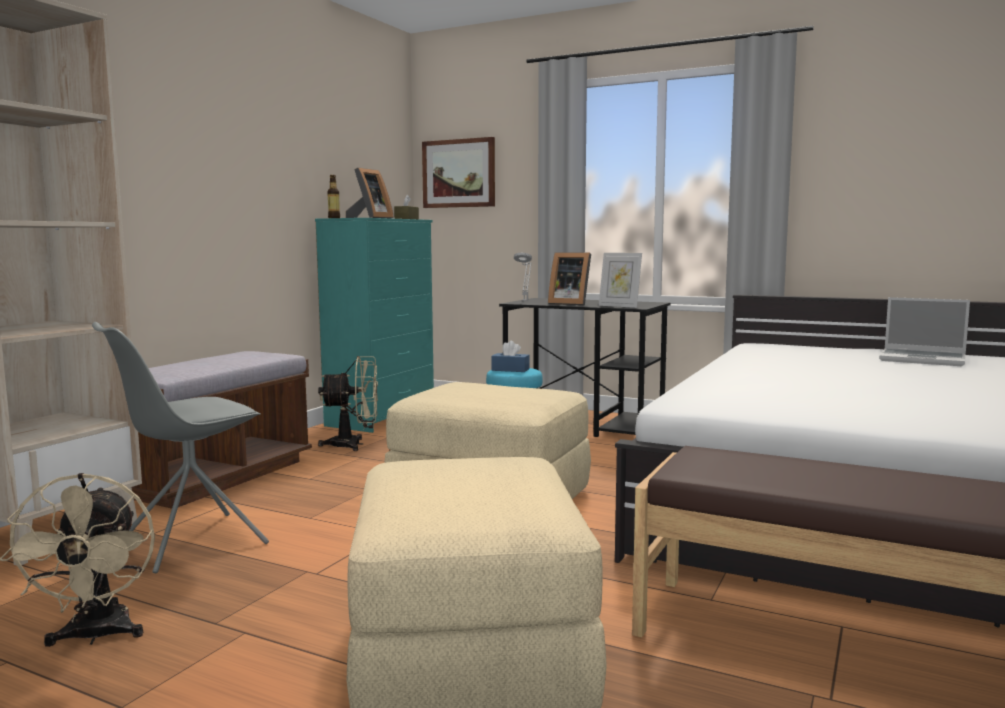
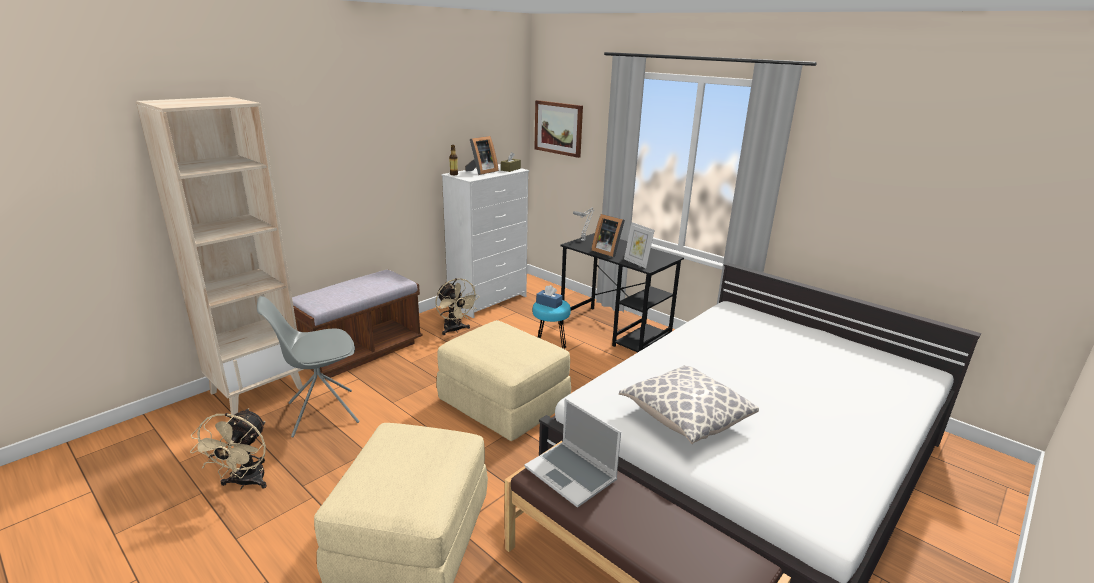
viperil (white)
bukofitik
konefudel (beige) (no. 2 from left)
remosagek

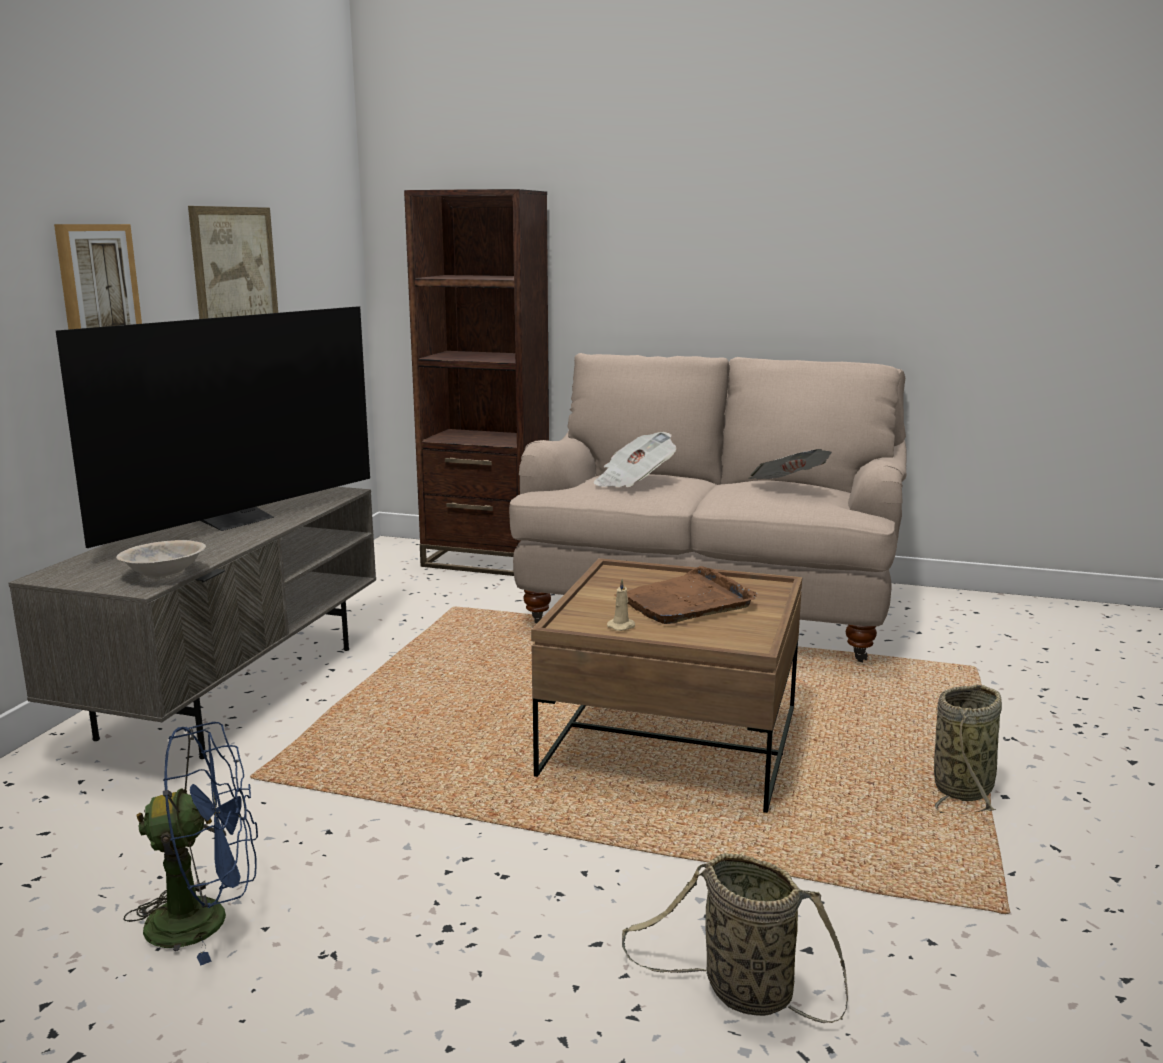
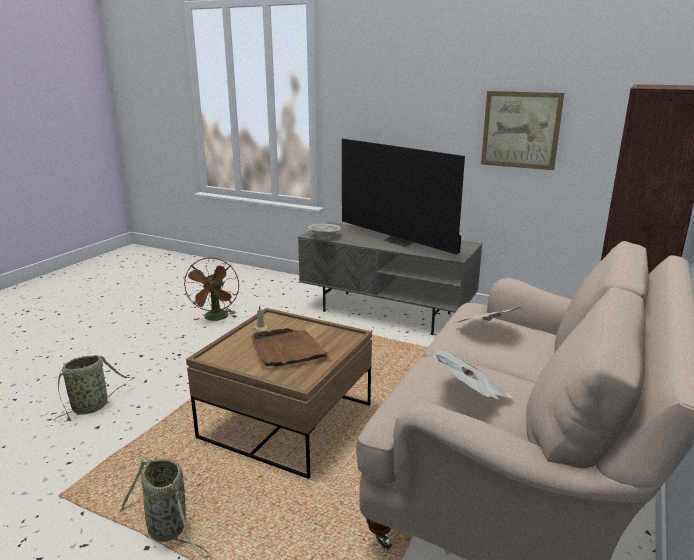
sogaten (no. 1 from left in the first image)
konefudel (brown)

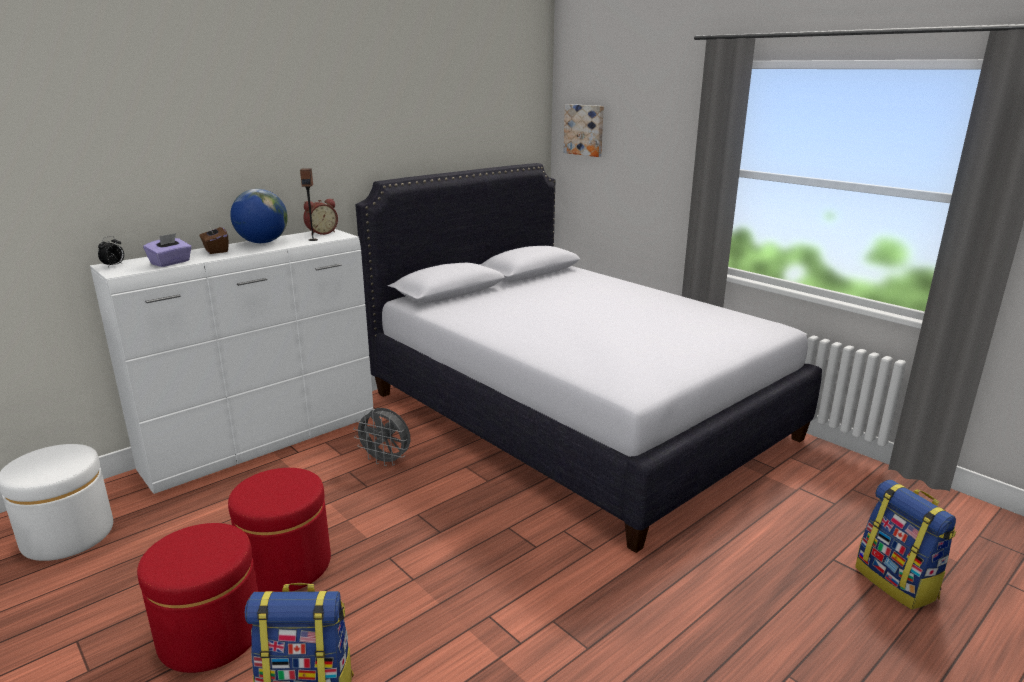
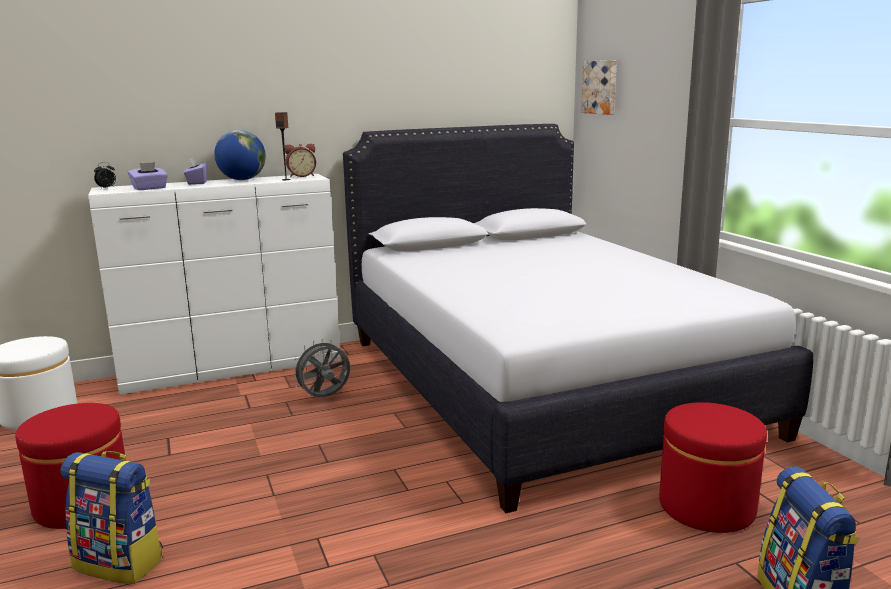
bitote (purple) (no. 2 from left)
konefudel (grey)
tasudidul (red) (no. 2 from left)

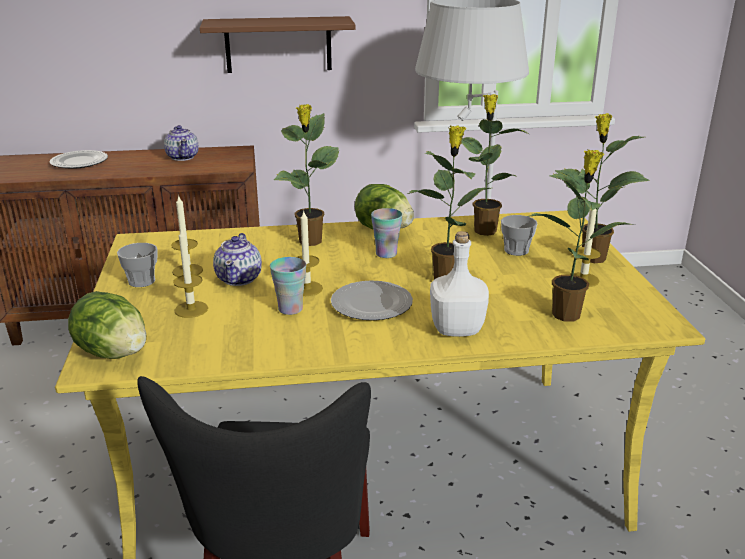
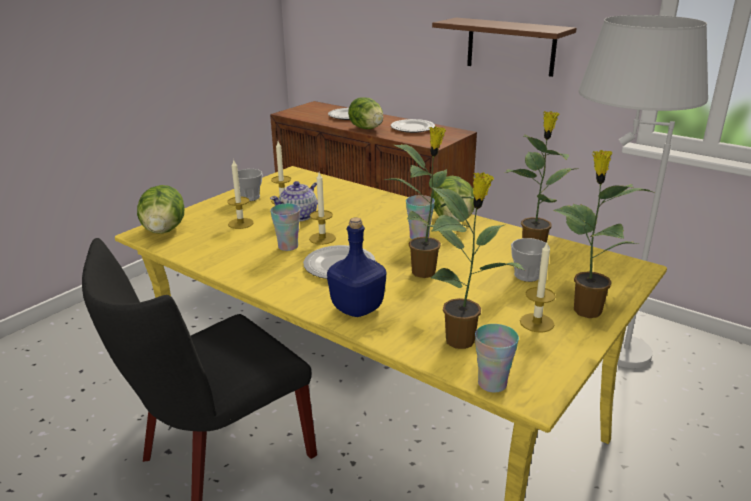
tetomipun (no. 1 from left in the first image)
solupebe (no. 3 from left)
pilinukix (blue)
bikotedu (no. 2 from left)
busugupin (no. 4 from left)

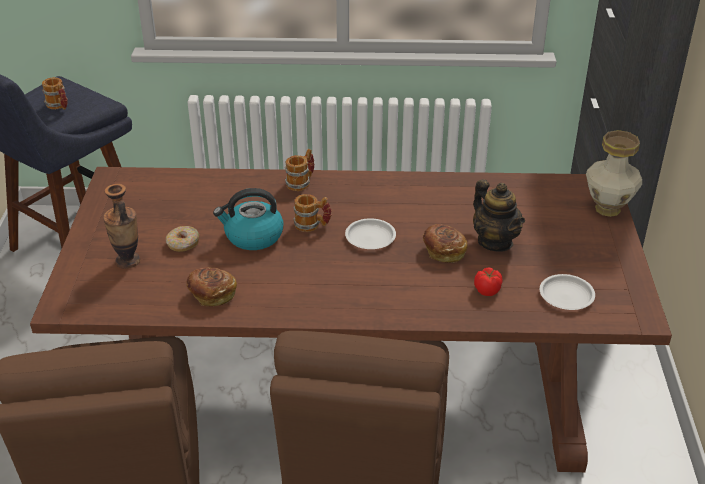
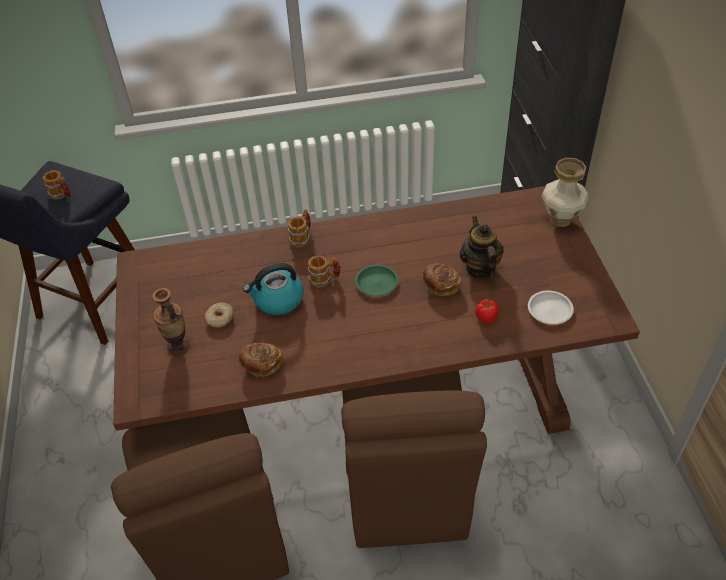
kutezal
solupebe (green)

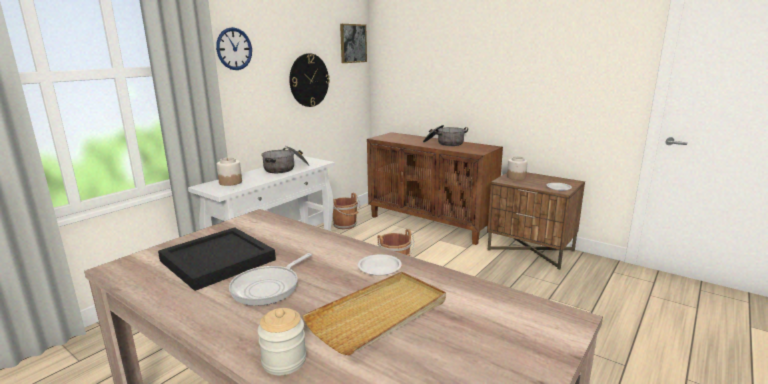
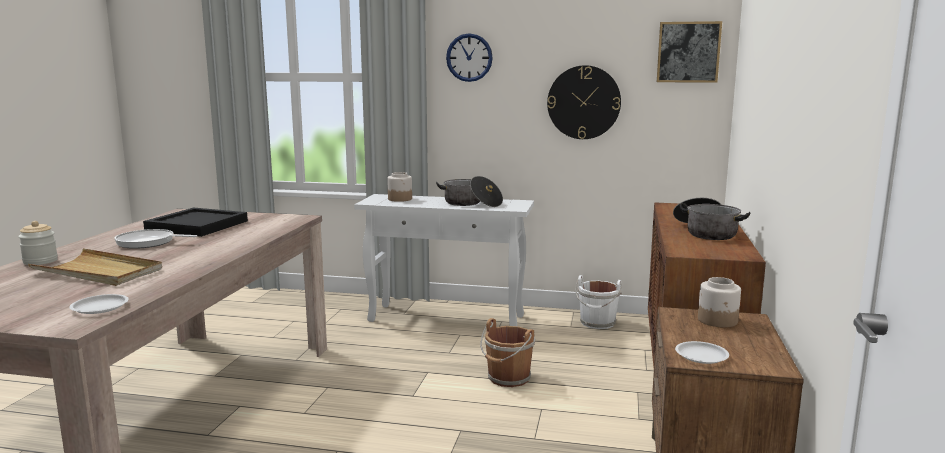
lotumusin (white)
solupebe (white) (no. 1 from left)

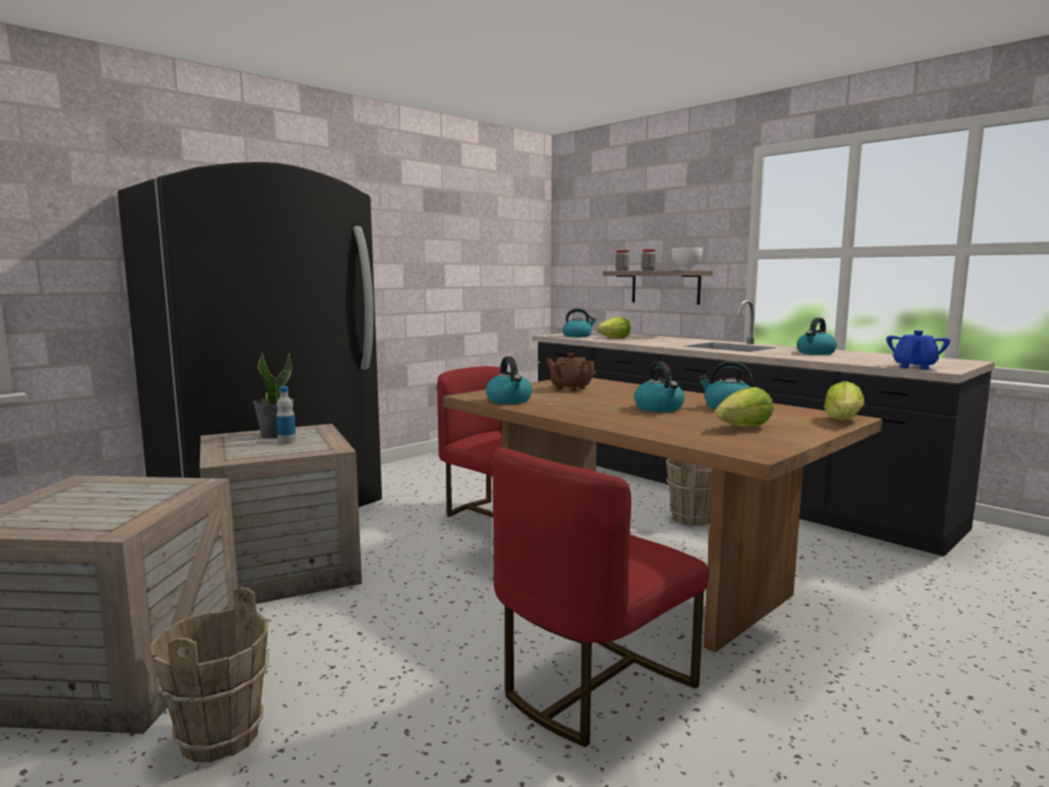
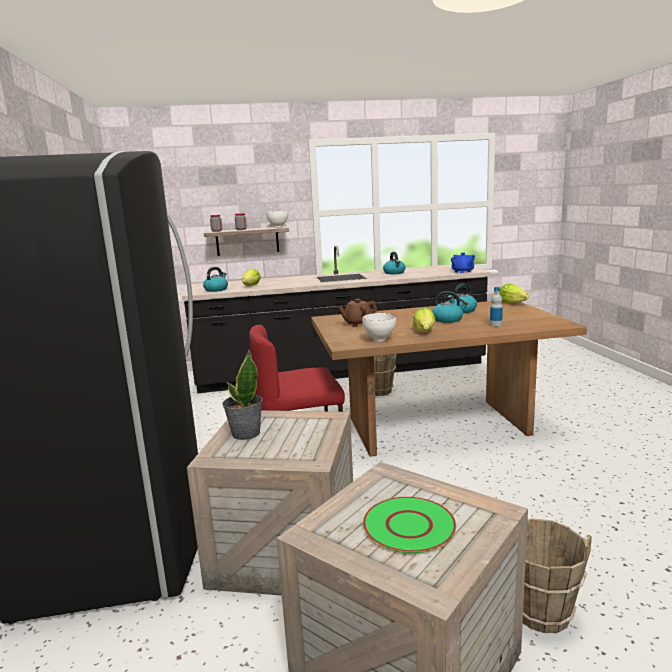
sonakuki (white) (no. 2 from left)
pilinukix
bikotedu (no. 2 from left)
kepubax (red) (no. 2 from left in the first image)
solupebe (green)

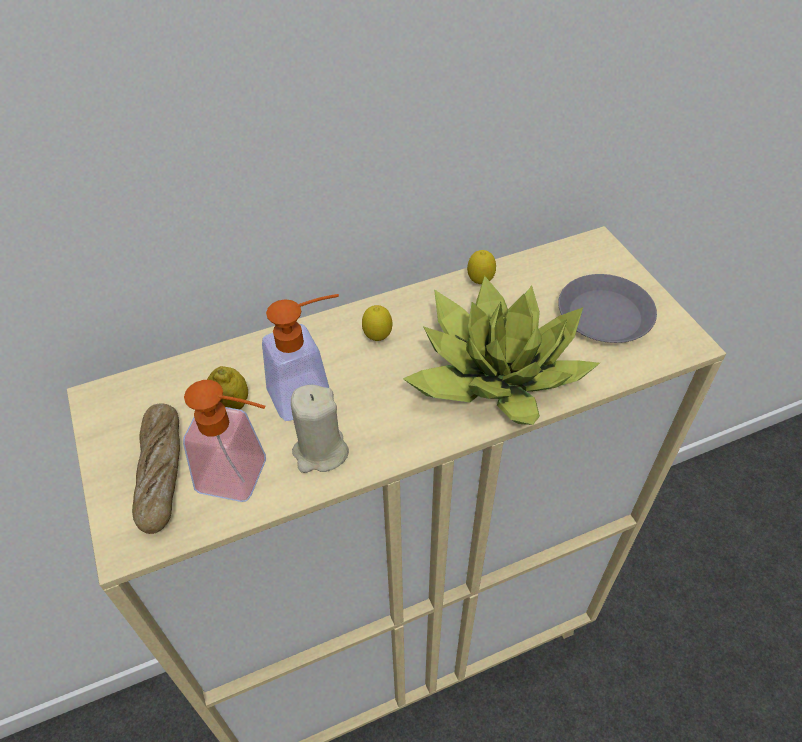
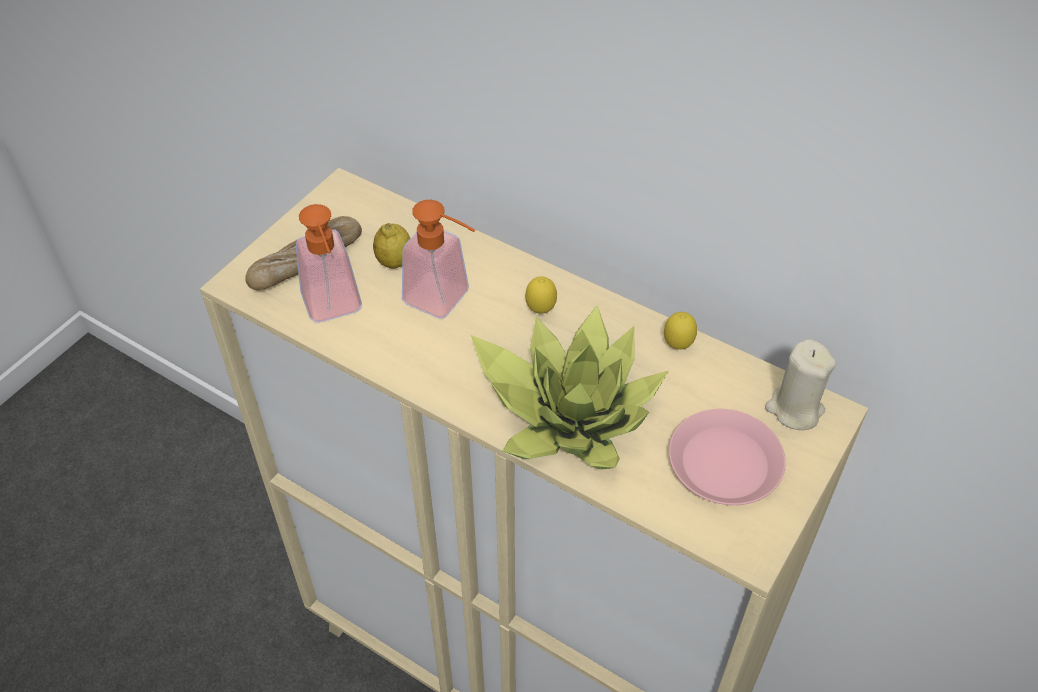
solupebe (pink)
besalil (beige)

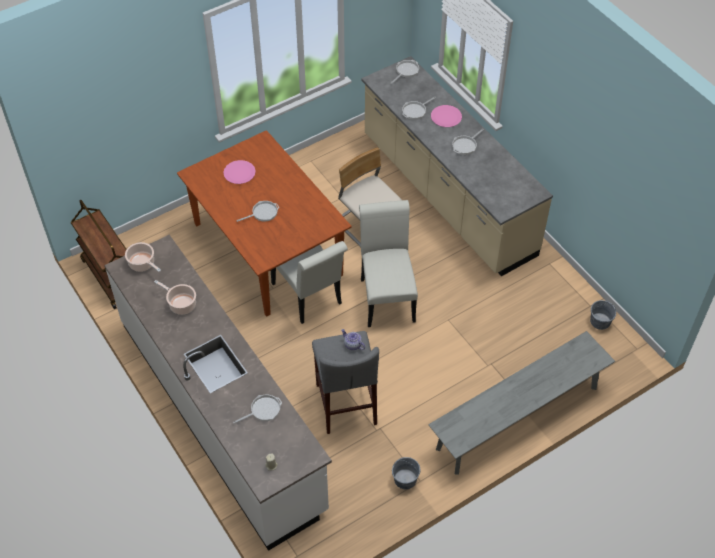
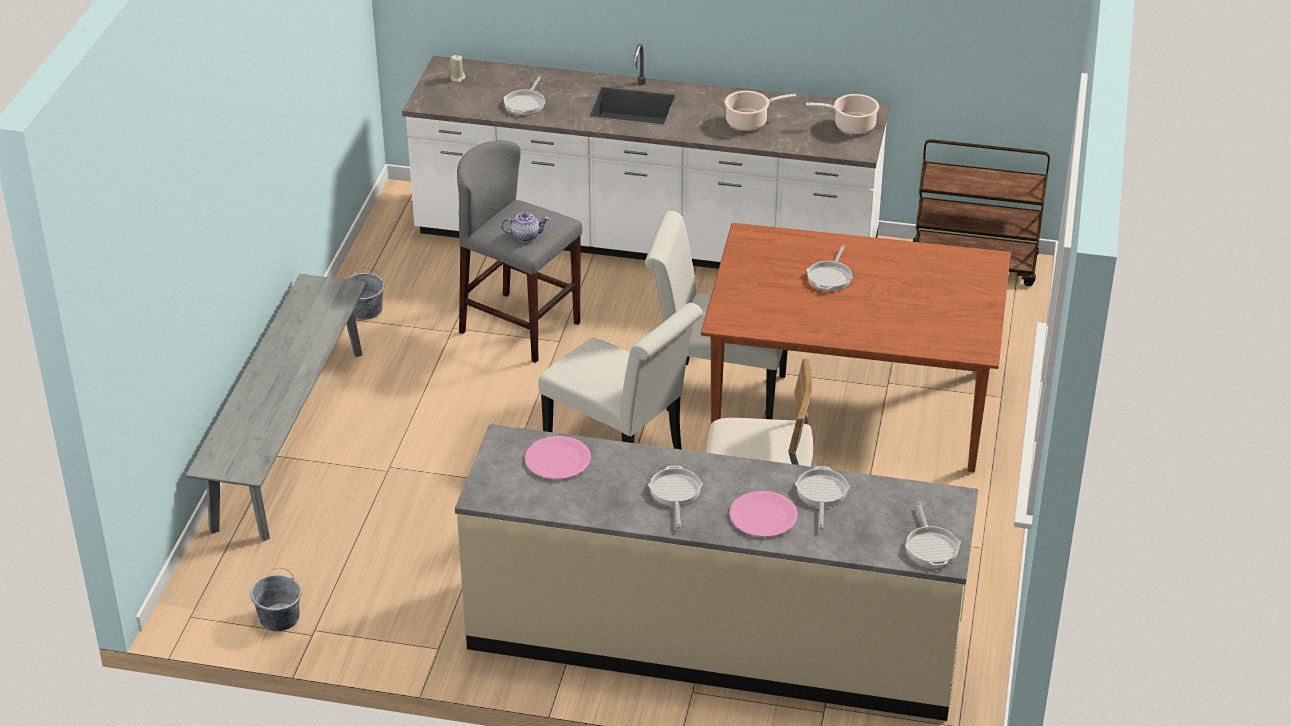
solupebe (pink) (no. 1 from left)

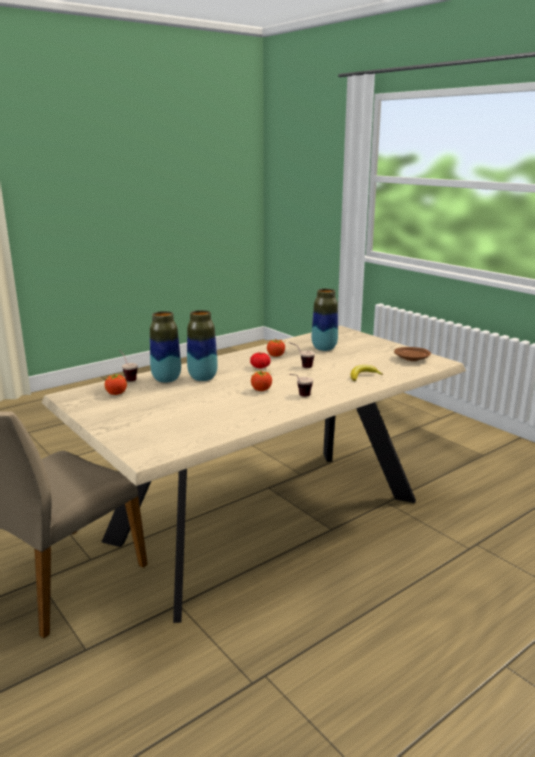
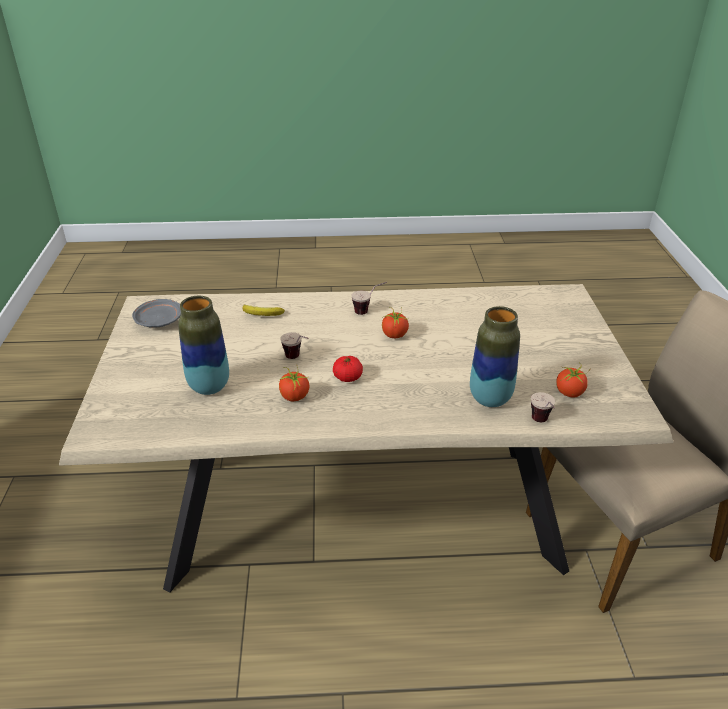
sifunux (no. 2 from left in the first image)
solupebe (grey)

